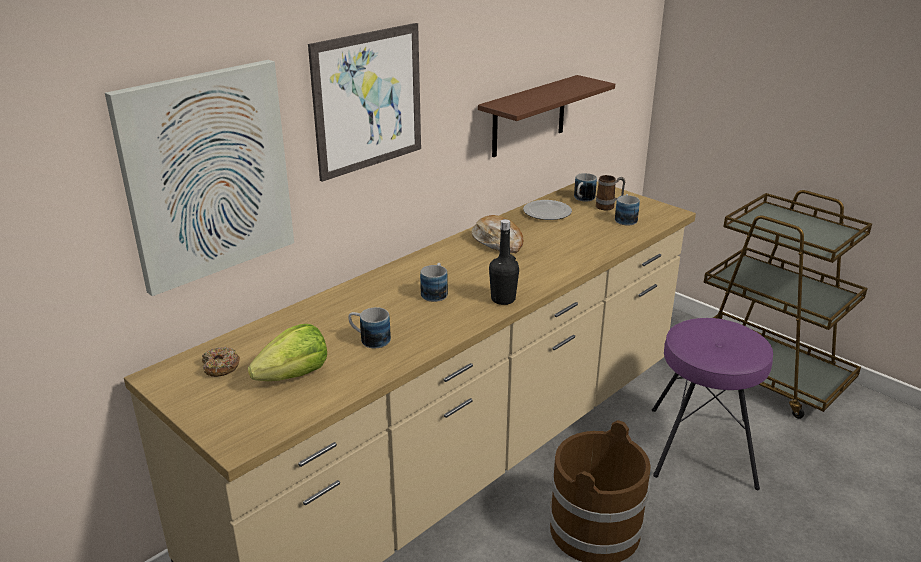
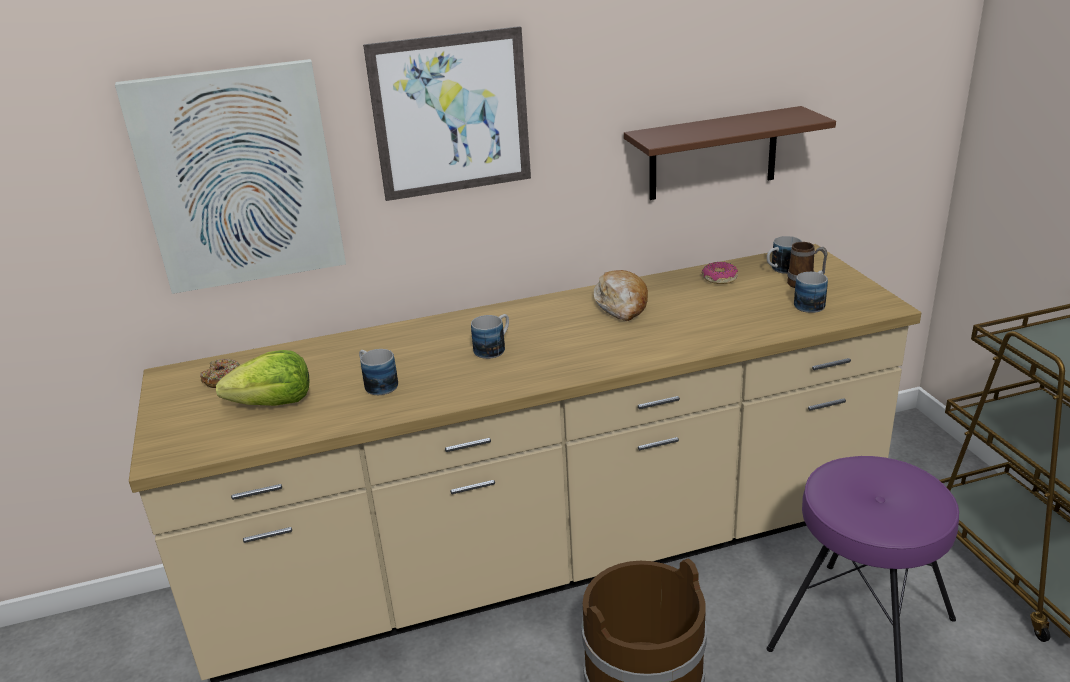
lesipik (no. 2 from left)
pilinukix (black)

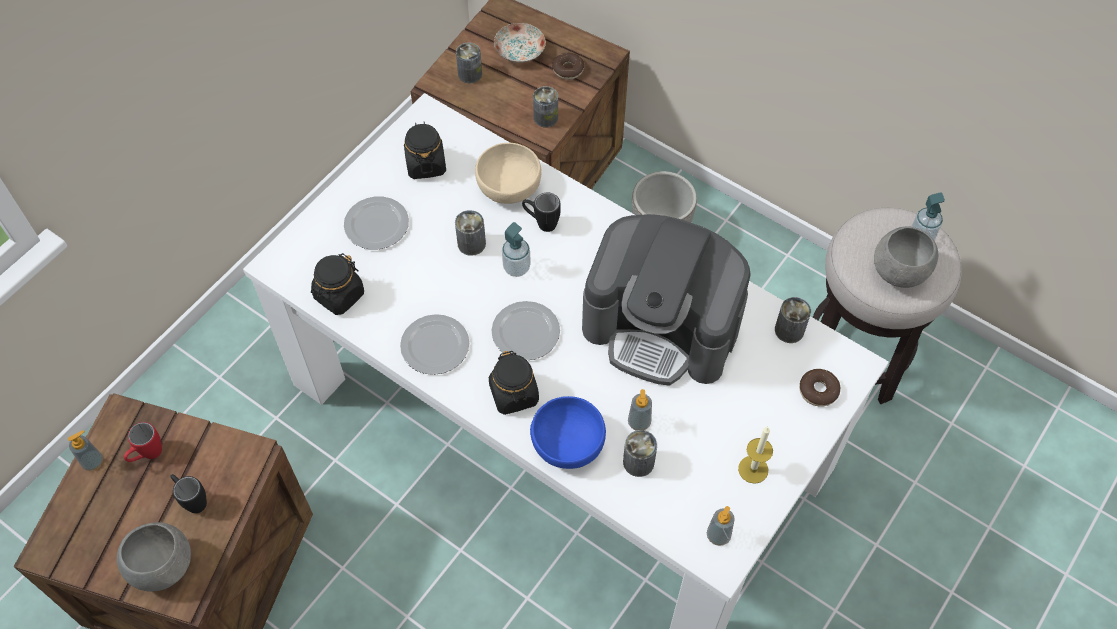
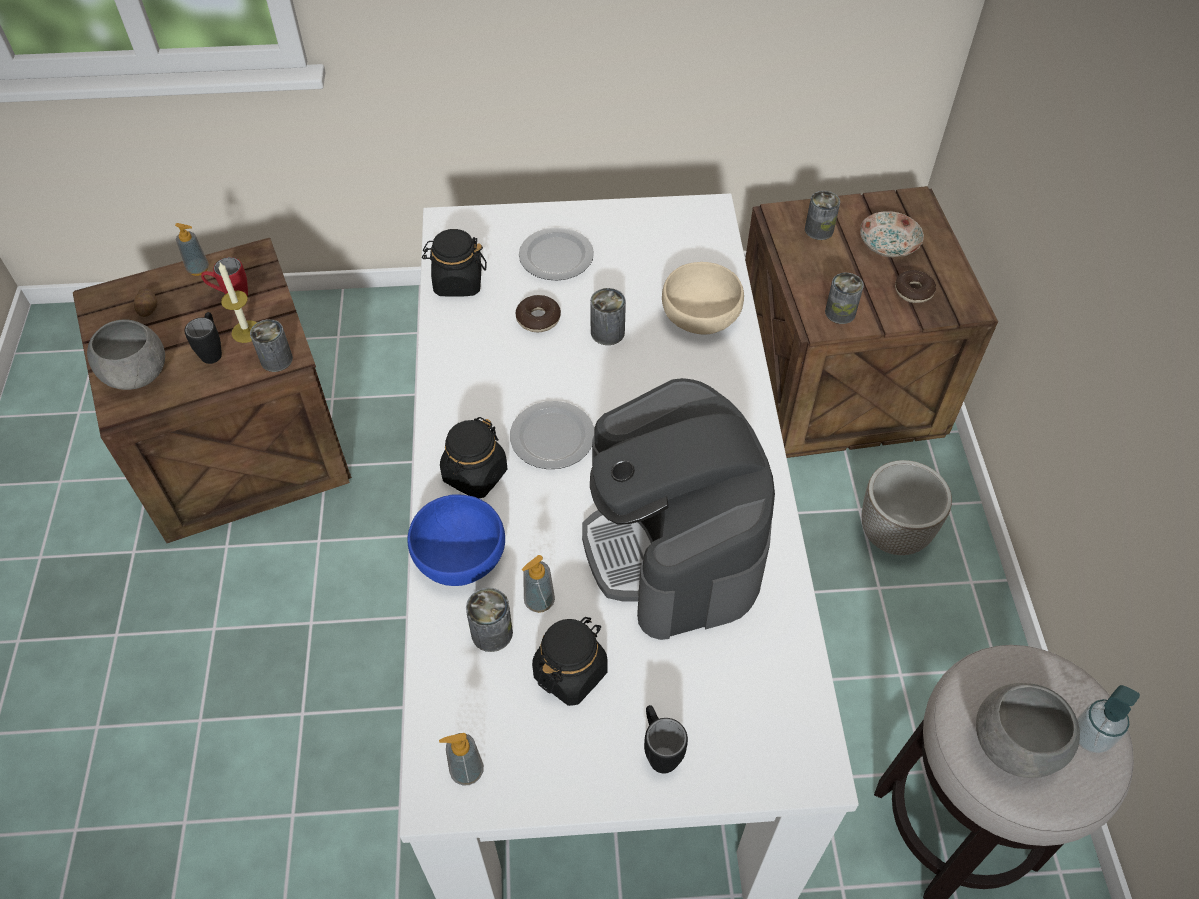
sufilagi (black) (no. 3 from left)
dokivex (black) (no. 2 from left)
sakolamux (no. 2 from left in the first image)
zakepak (no. 1 from left)
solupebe (no. 2 from left in the first image)
lesipik (no. 1 from left)
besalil
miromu

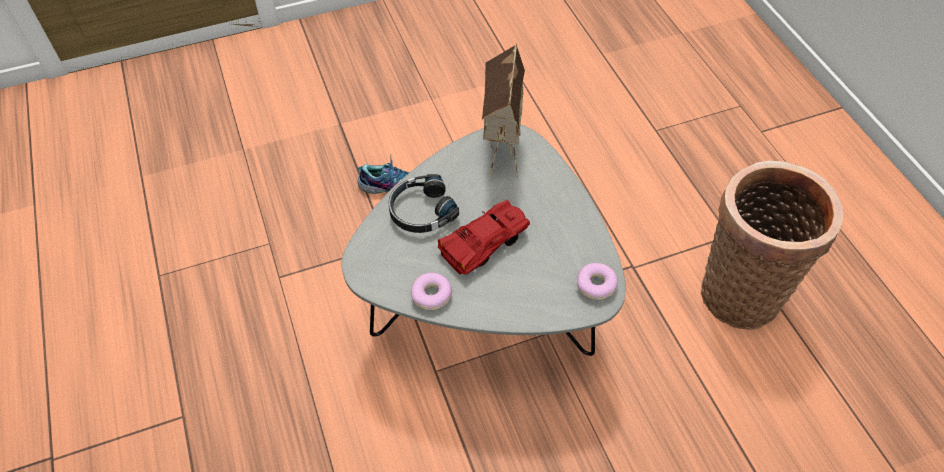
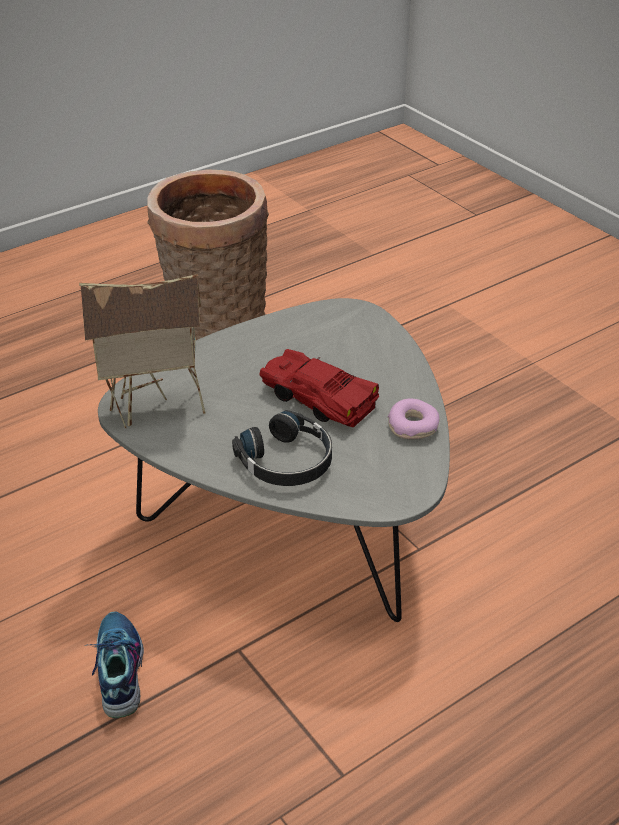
lesipik (no. 2 from left in the first image)

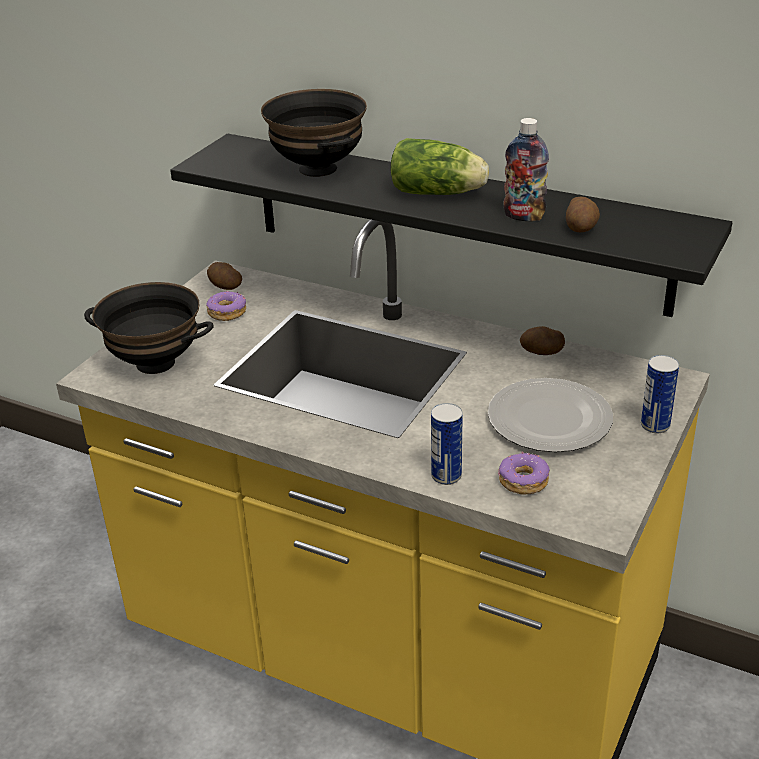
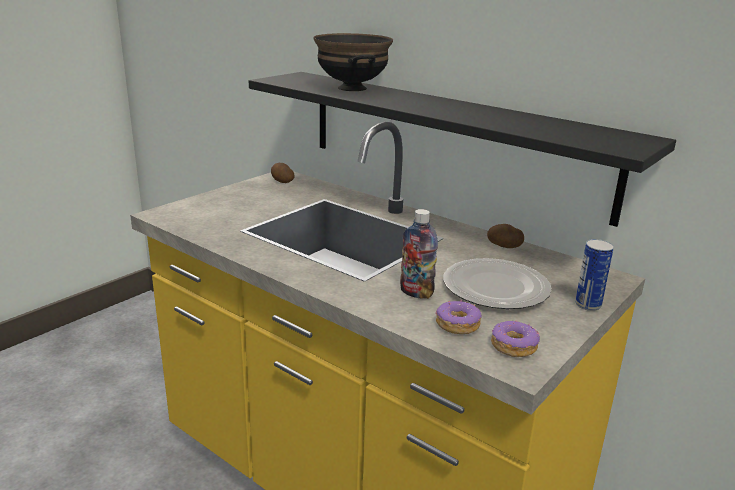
pilinukix
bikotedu
miromu (no. 3 from left in the first image)
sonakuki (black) (no. 1 from left in the first image)
lesipik (no. 2 from left)
zakepak (no. 1 from left in the first image)

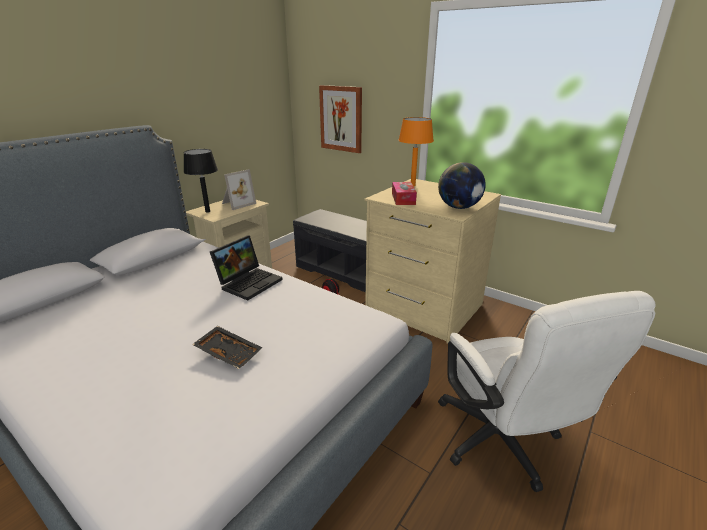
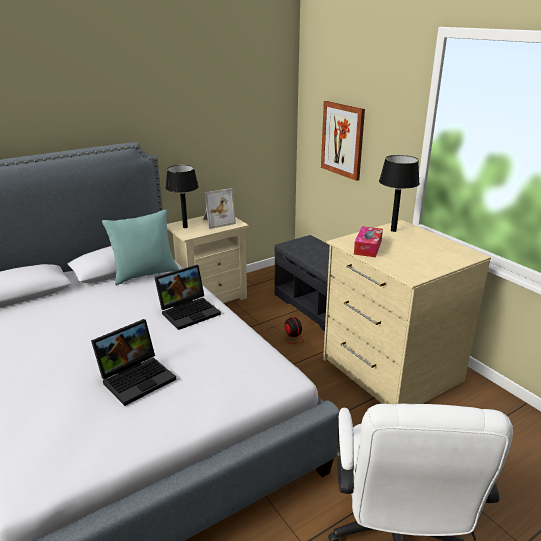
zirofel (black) (no. 2 from left)
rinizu
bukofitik (no. 1 from left)
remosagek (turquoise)

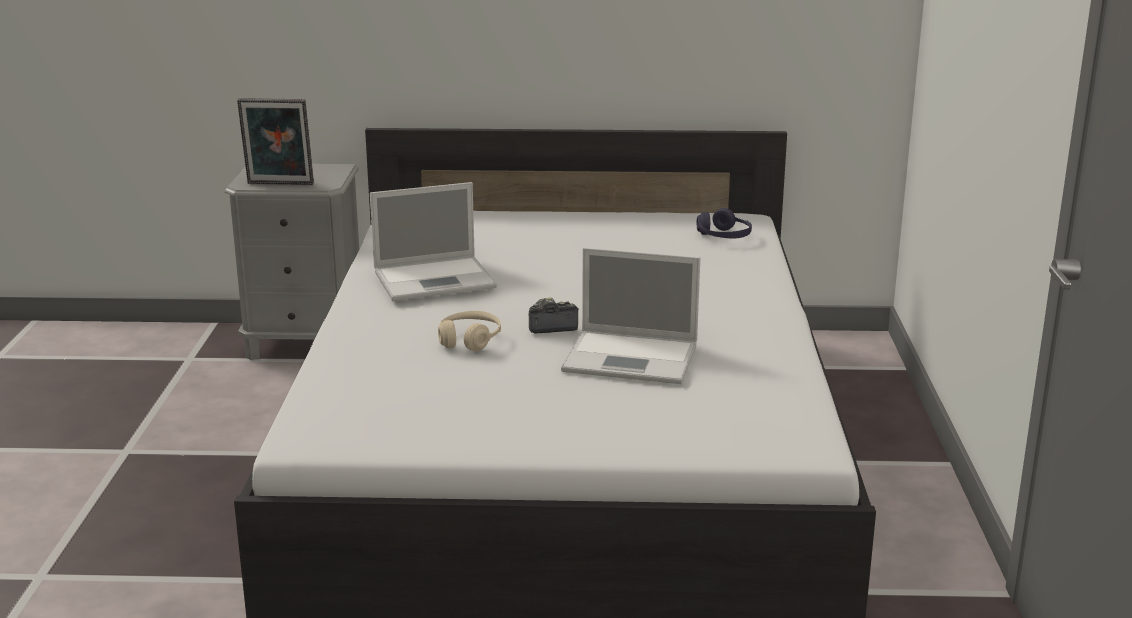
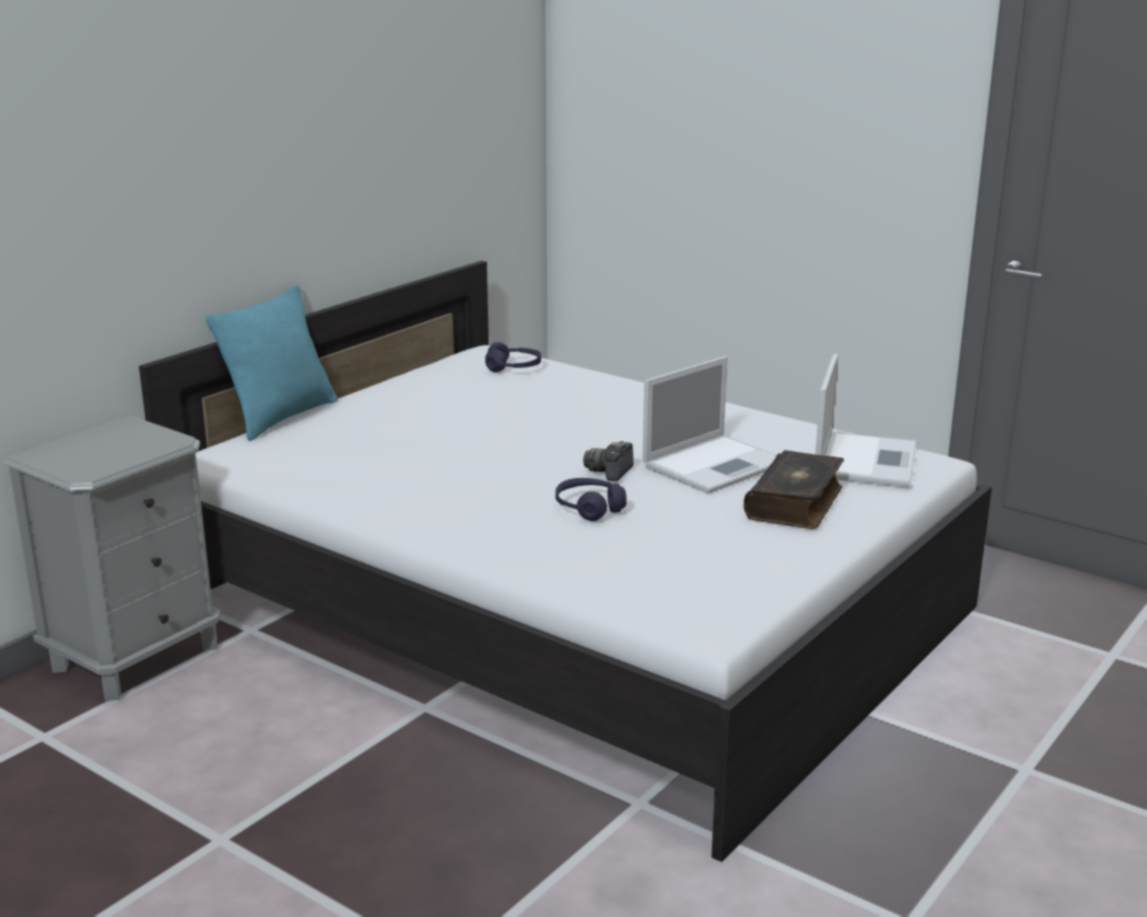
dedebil
bukofitik (no. 2 from left)
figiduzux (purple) (no. 2 from left)
remosagek (turquoise)
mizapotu

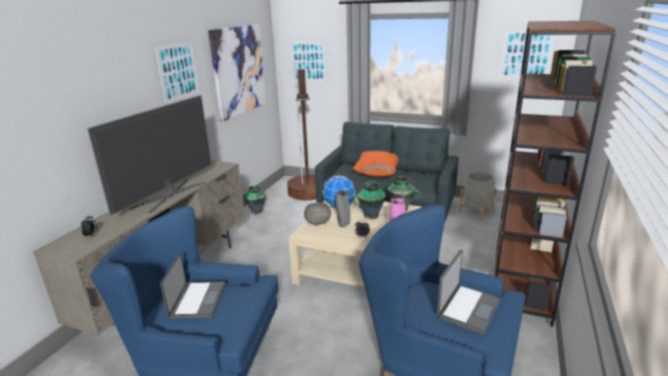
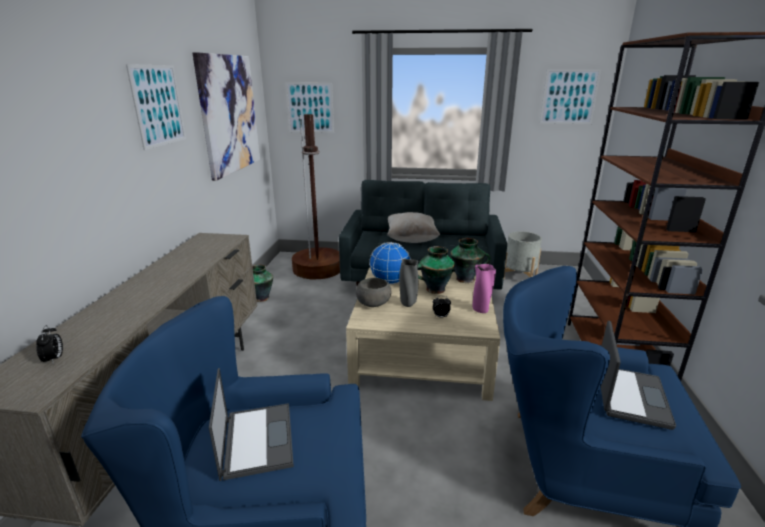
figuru
remosagek (beige)

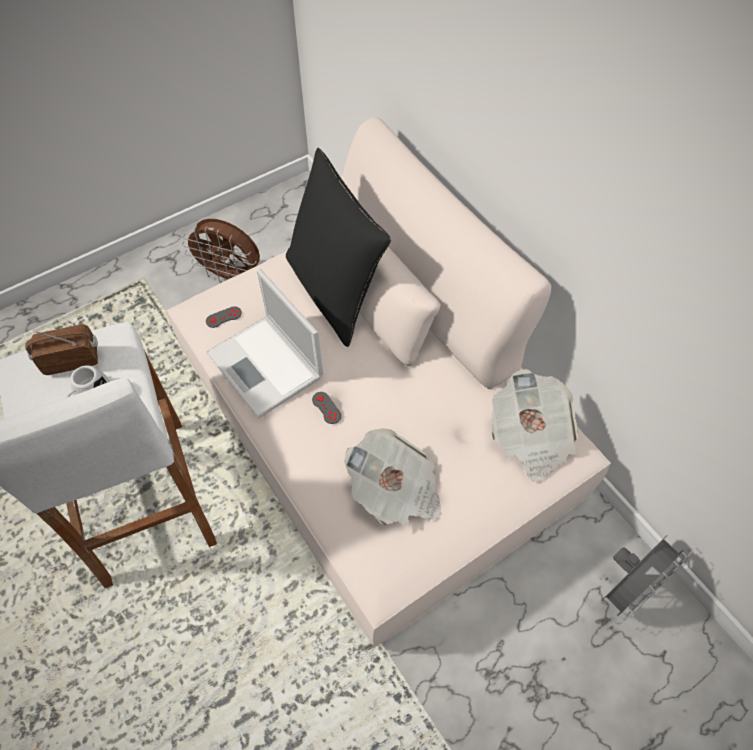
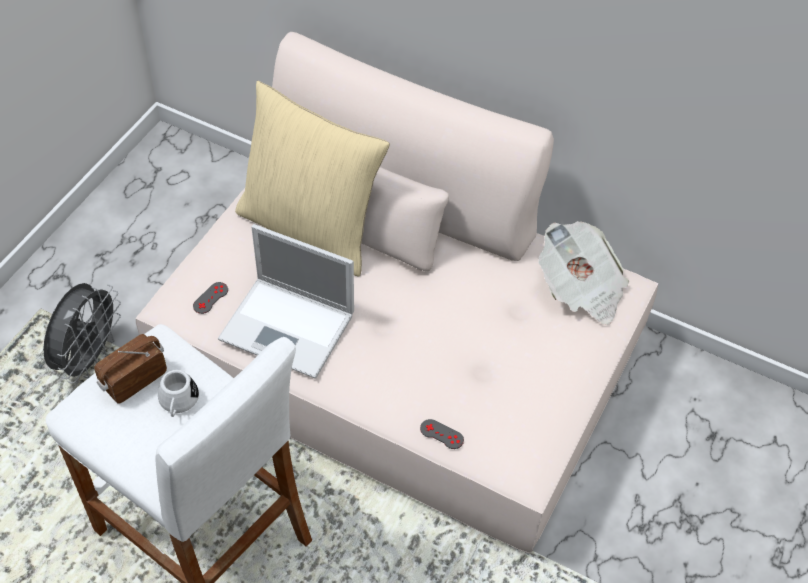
remosagek (beige)
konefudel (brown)
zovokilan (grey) (no. 2 from left)
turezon (no. 1 from left in the first image)
konefudel (grey)

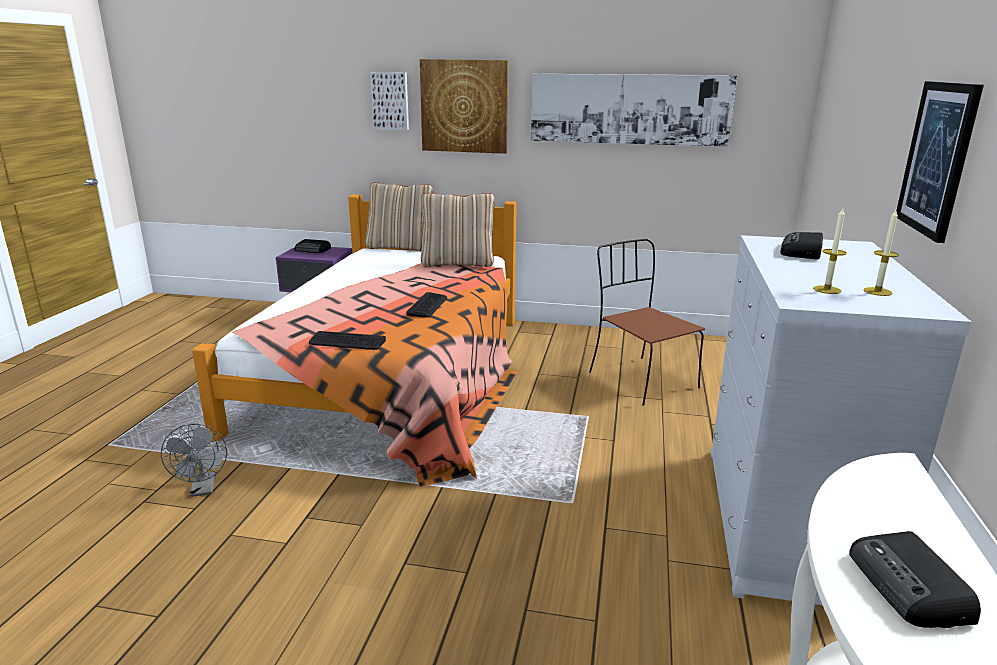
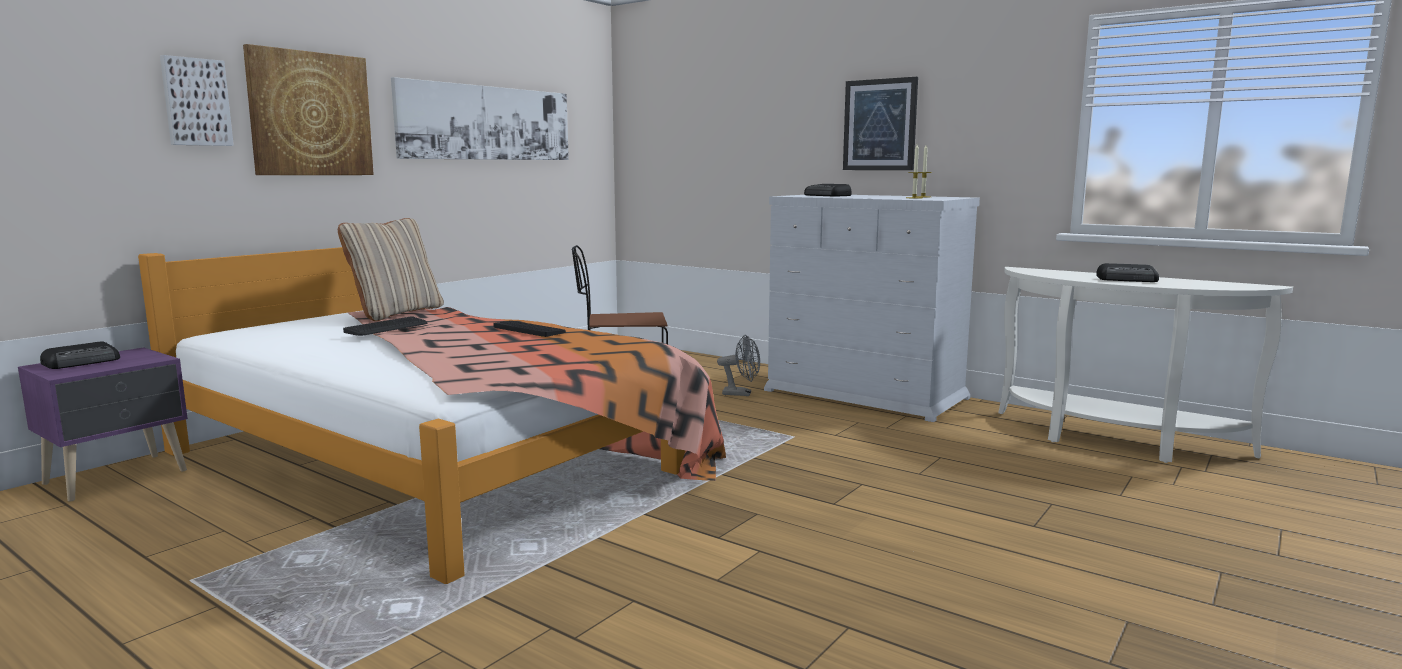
remosagek (beige) (no. 1 from left in the first image)
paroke (no. 1 from left)
konefudel (grey)

